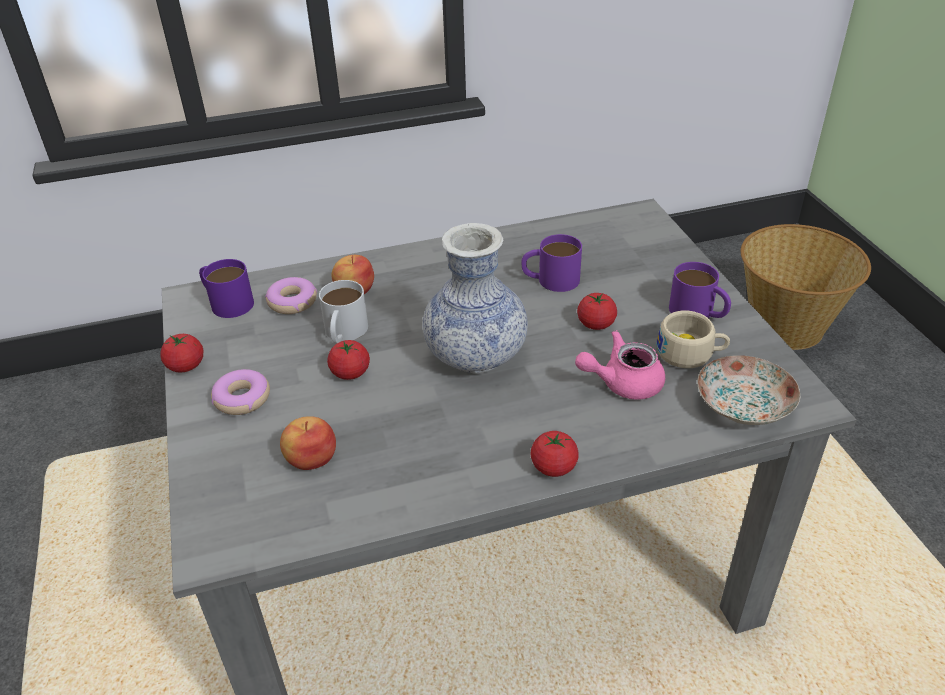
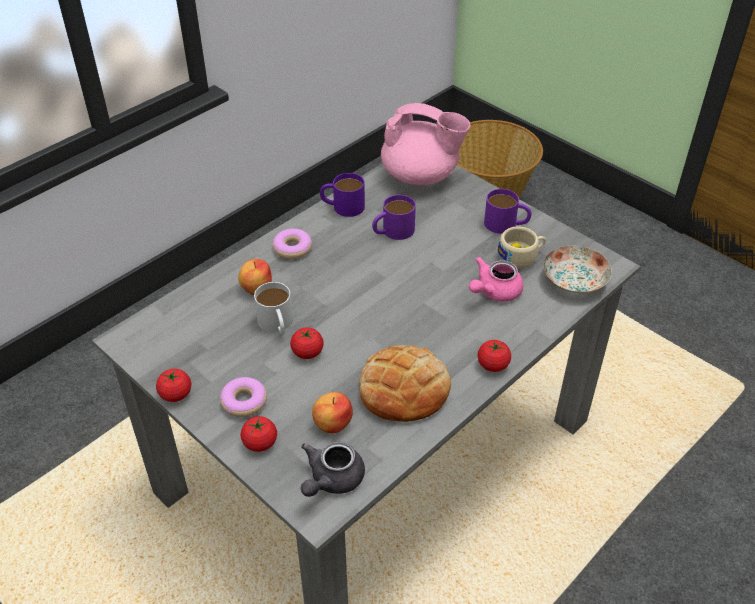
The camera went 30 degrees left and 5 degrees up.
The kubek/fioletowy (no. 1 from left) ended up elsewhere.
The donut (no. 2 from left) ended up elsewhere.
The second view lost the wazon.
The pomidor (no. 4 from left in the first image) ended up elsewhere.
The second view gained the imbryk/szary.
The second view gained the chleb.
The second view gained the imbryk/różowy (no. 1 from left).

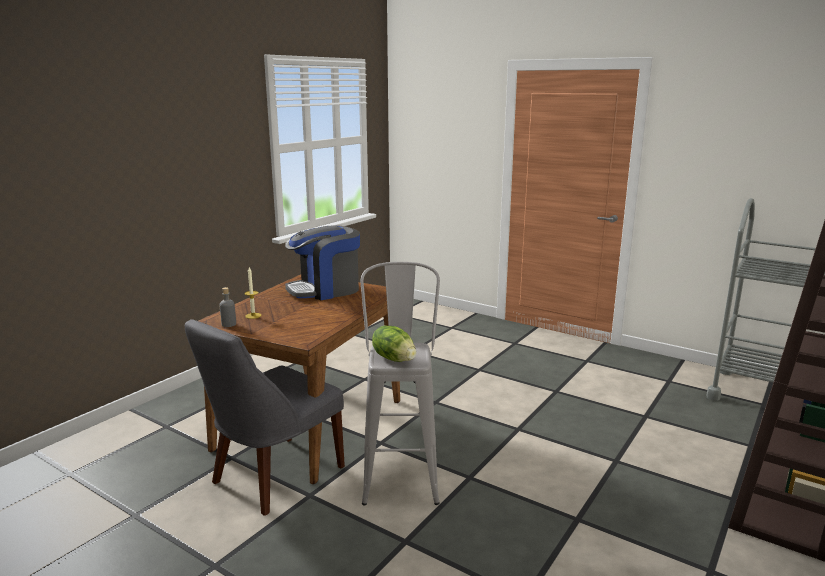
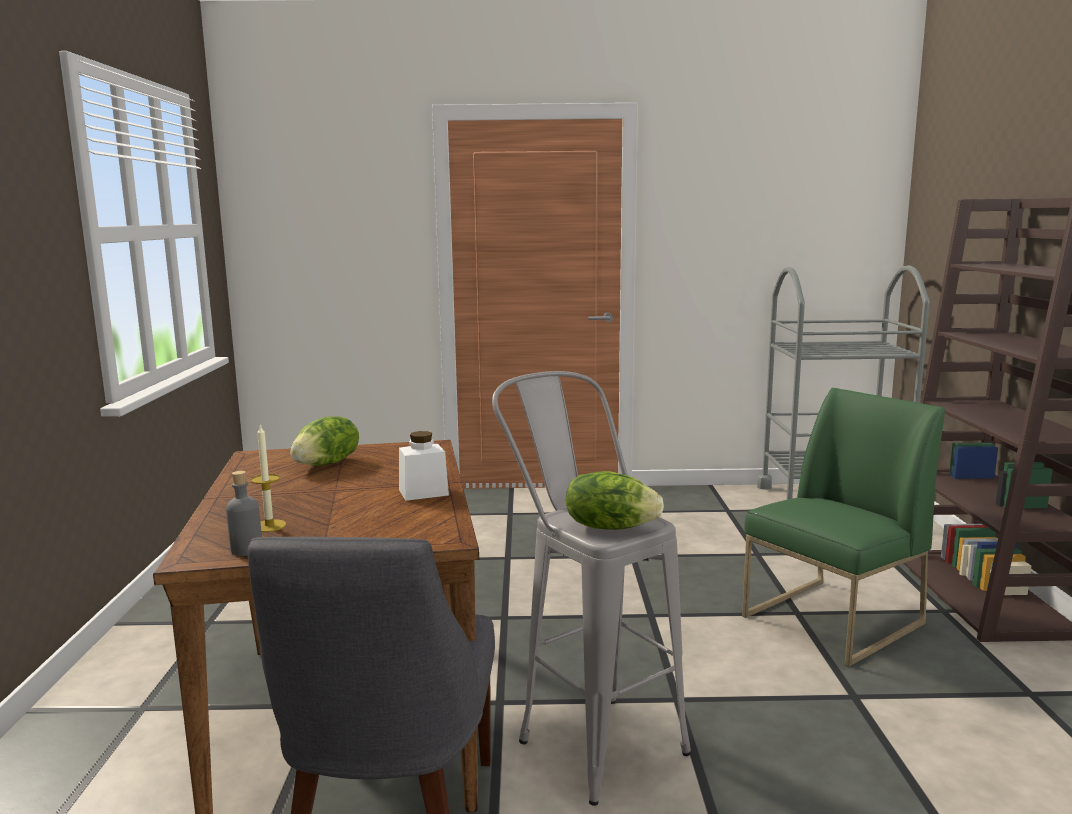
The camera went 35 degrees left and 5 degrees down.
Where the ekspres do kawy stood, the sałata (no. 1 from left) came to stand.
The second view gained the słoik/biały.
The second view gained the krzesło/zielony.

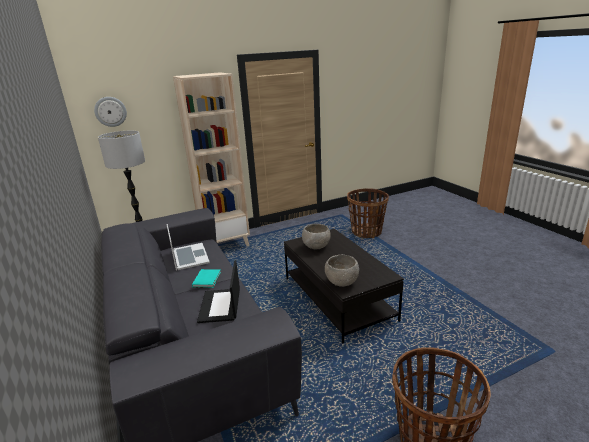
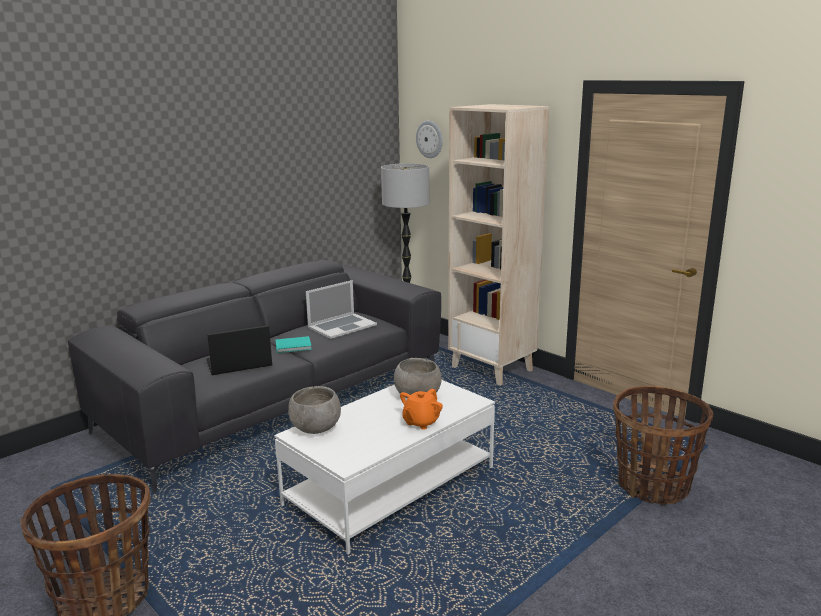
The camera went 70 degrees right and 5 degrees down.
What was the ława/czarny turned into the ława/biały.
The second view gained the imbryk/pomarańczowy.

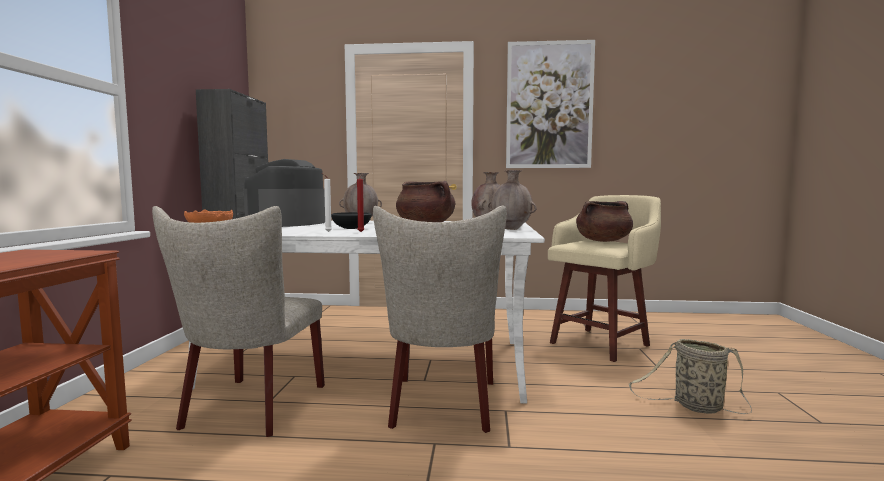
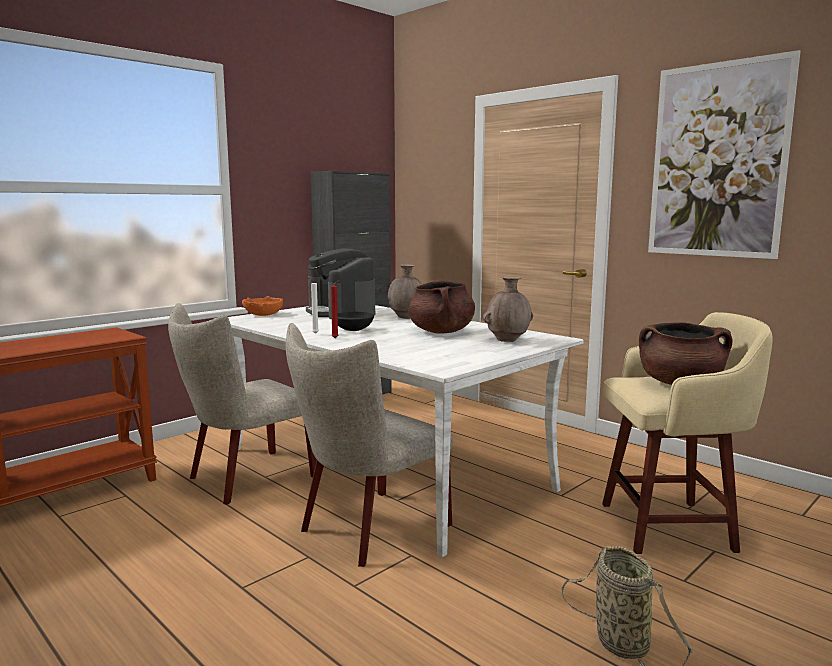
The camera went 40 degrees right and 5 degrees up.
The ekspres do kawy ended up facing another way, 90 degrees counterclockwise from before.
The second view lost the wazon/brązowy (no. 3 from left).

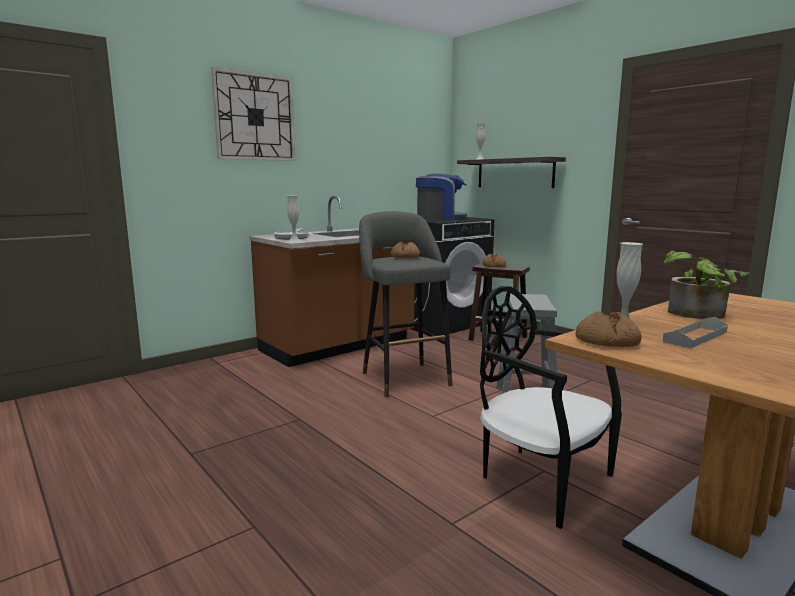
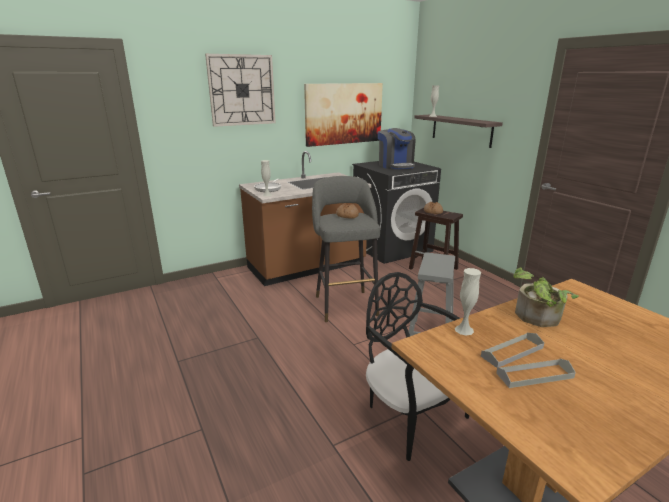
The camera went 10 degrees right and 10 degrees up.
The ekspres do kawy ended up facing another way, 60 degrees clockwise from before.
The second view lost the chleb (no. 3 from left).
The second view gained the obraz.
The second view gained the taca/szary (no. 2 from left).

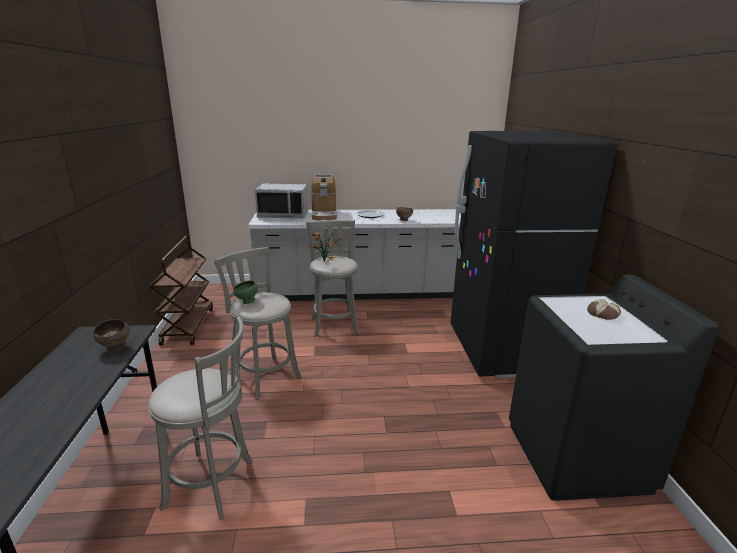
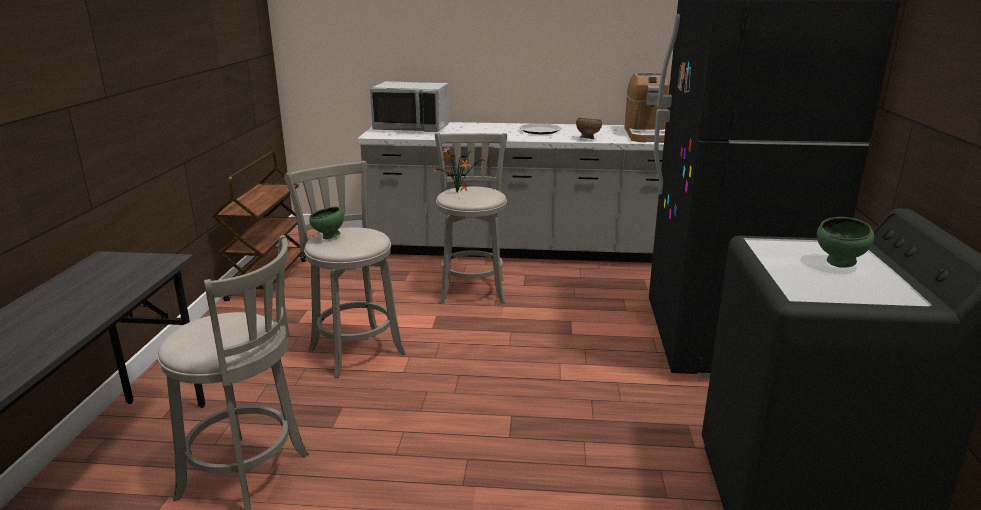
The camera went 10 degrees right and 0 degrees up.
The second view lost the miska/brązowy (no. 1 from left).
The ekspres do kawy ended up elsewhere.
Where the chleb stood, the miska/zielony (no. 2 from left) came to stand.

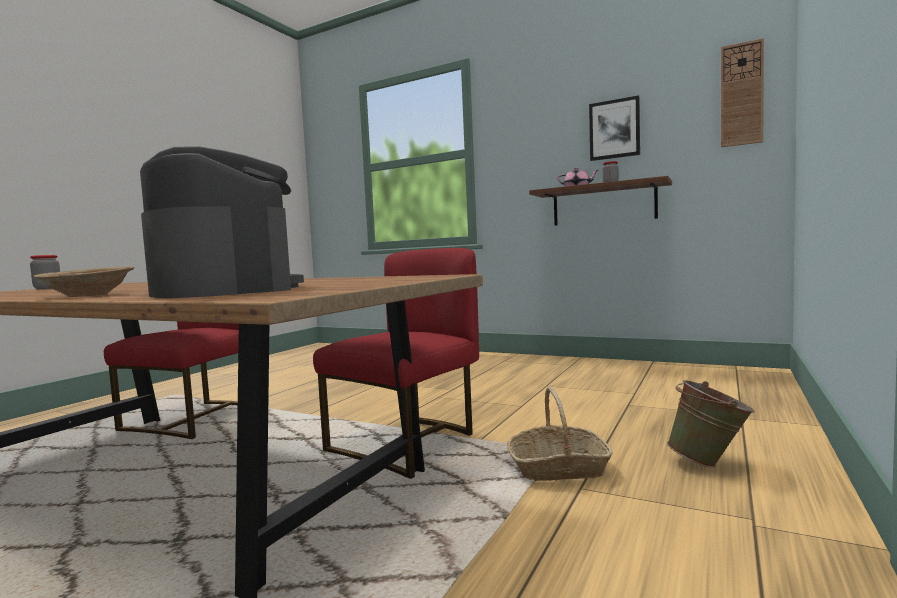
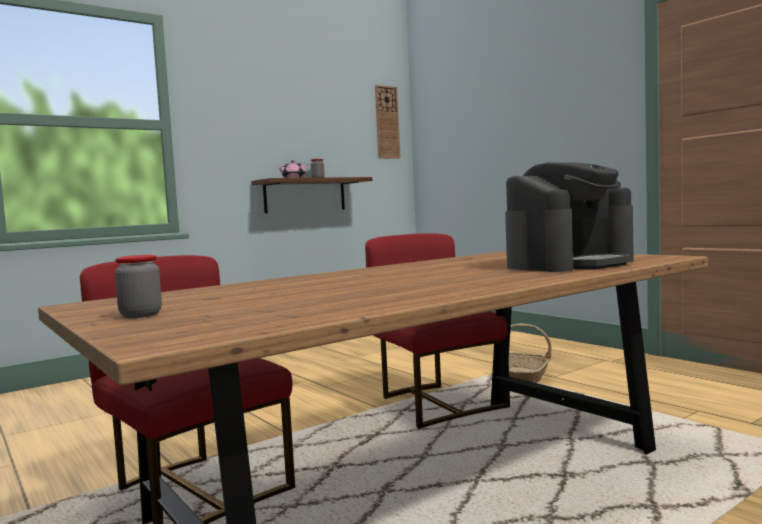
The camera went 65 degrees left and 0 degrees up.
The second view lost the miska/brązowy.
The ekspres do kawy ended up facing another way, 150 degrees clockwise from before.
The second view lost the obraz.
The second view lost the wiadro/zielony.

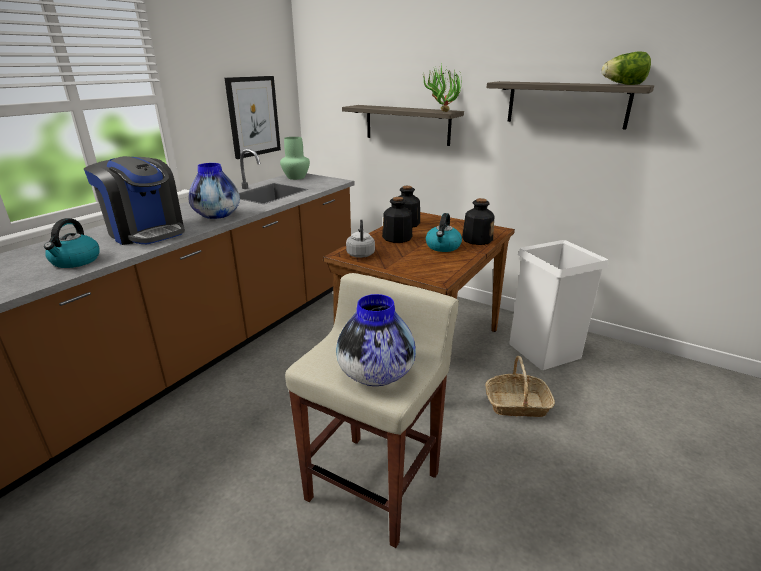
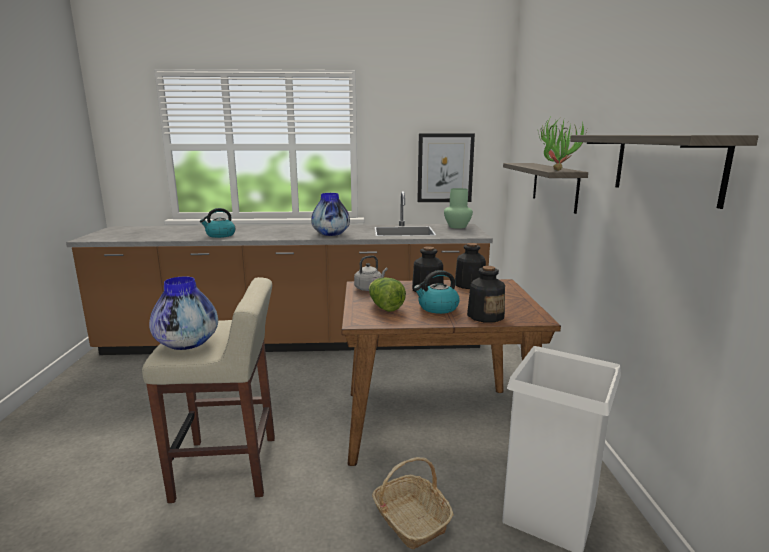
The camera went 55 degrees right and 10 degrees down.
The second view lost the ekspres do kawy.
The sałata ended up elsewhere.

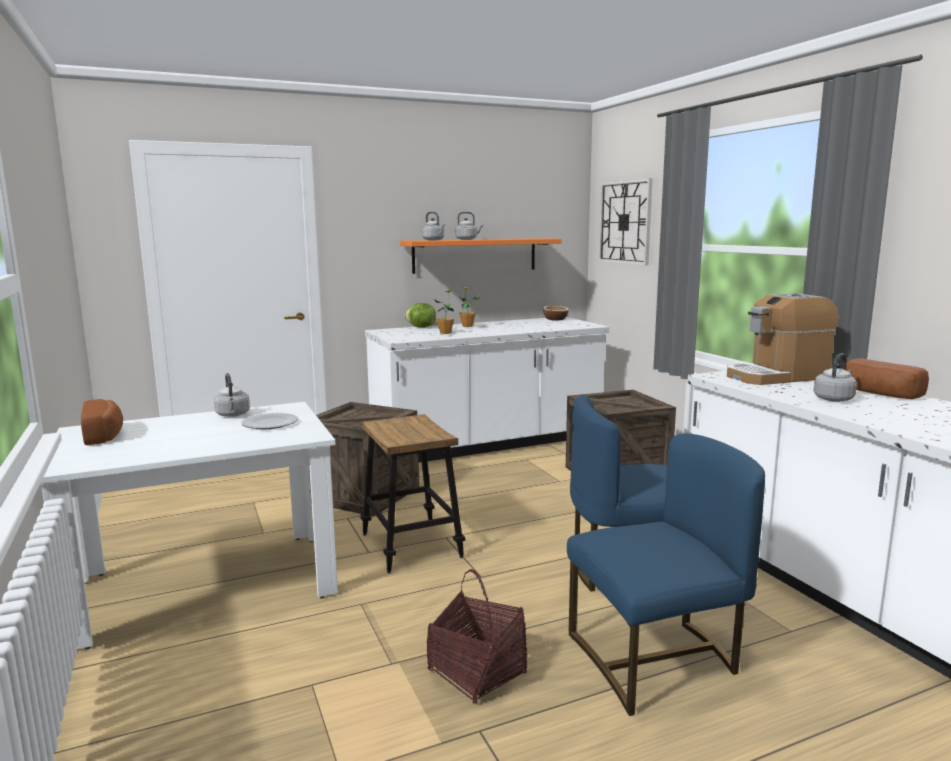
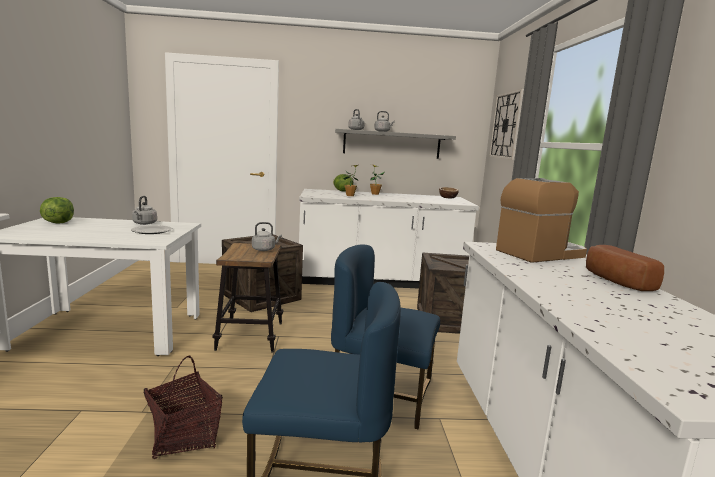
The camera went 20 degrees right and 0 degrees up.
Where the chleb (no. 1 from left) stood, the sałata (no. 1 from left) came to stand.
What was the półka/pomarańczowy turned into the półka/szary.
The ekspres do kawy ended up facing another way, 150 degrees clockwise from before.
The czajnik/szary (no. 4 from left in the first image) ended up elsewhere.

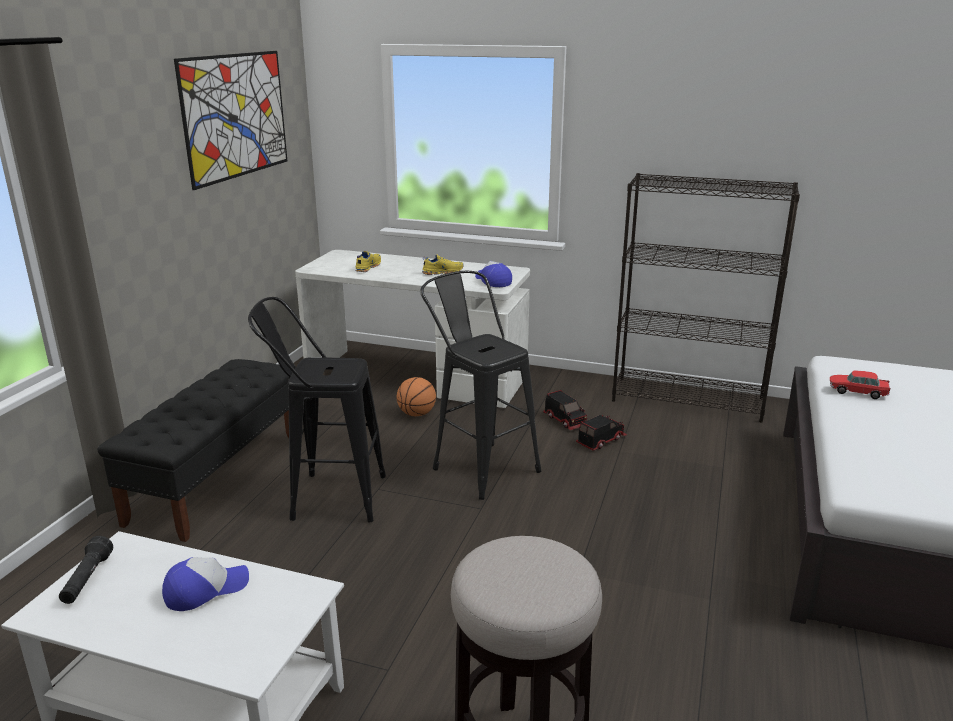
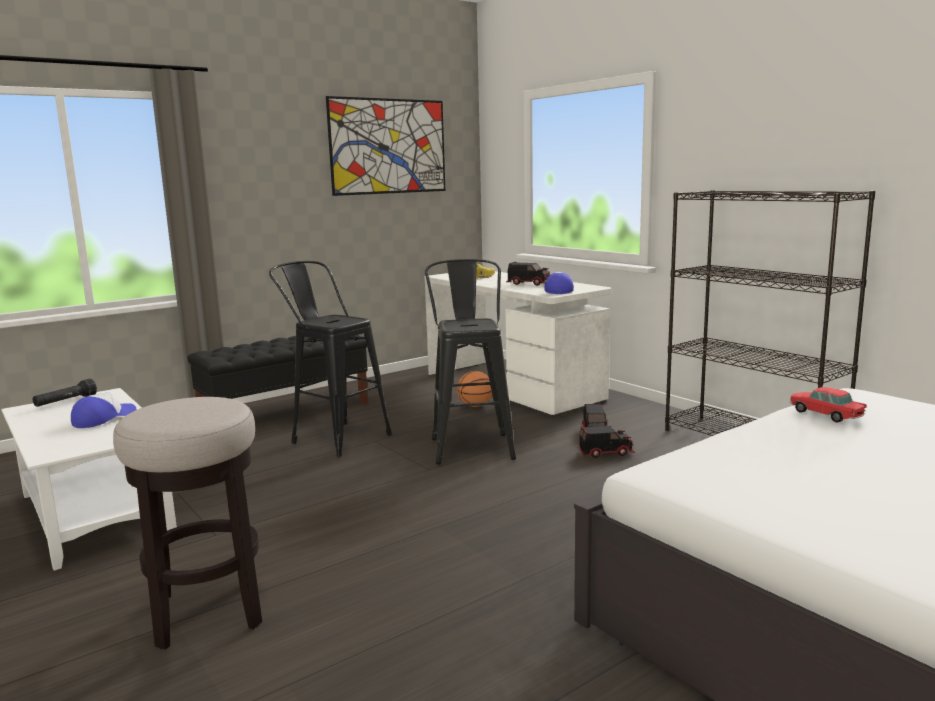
The camera went 35 degrees right and 10 degrees down.
The czapka z daszkiem (no. 1 from left) ended up facing another way, 60 degrees counterclockwise from before.
Where the but/żółty (no. 2 from left) stood, the ciężarówka zabawkowa (no. 1 from left) came to stand.

